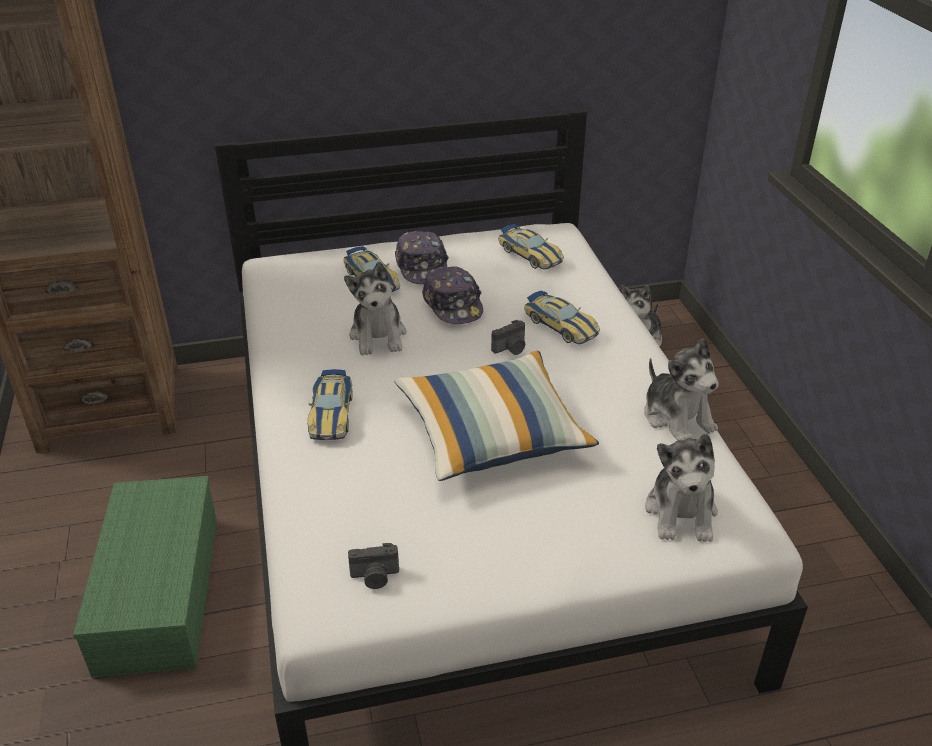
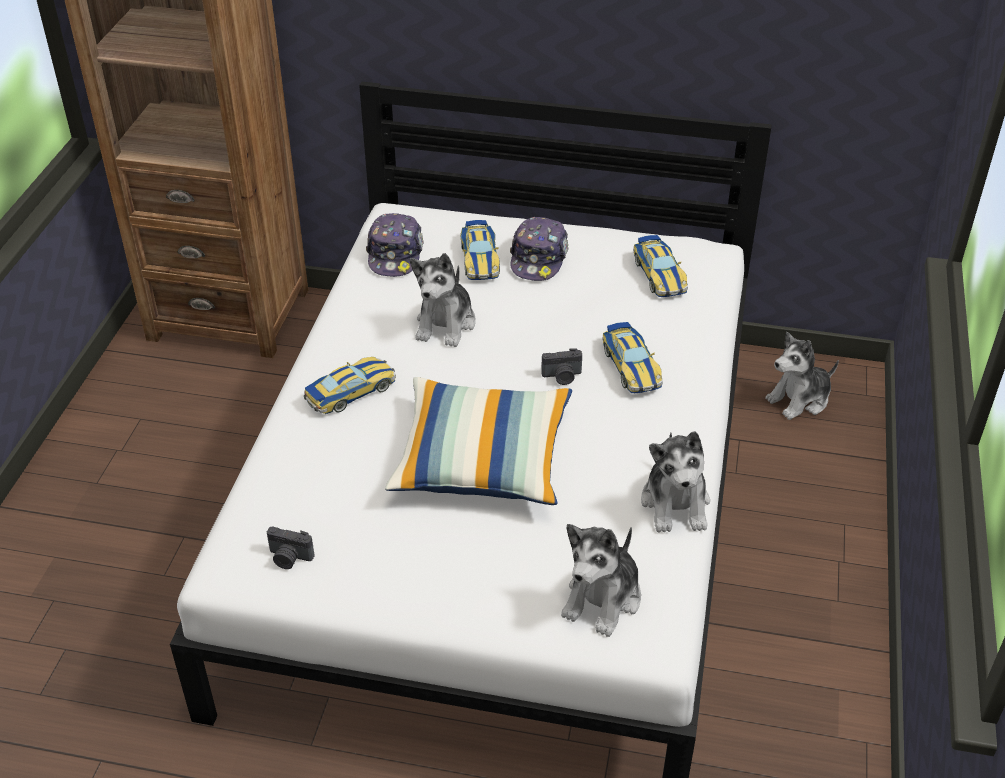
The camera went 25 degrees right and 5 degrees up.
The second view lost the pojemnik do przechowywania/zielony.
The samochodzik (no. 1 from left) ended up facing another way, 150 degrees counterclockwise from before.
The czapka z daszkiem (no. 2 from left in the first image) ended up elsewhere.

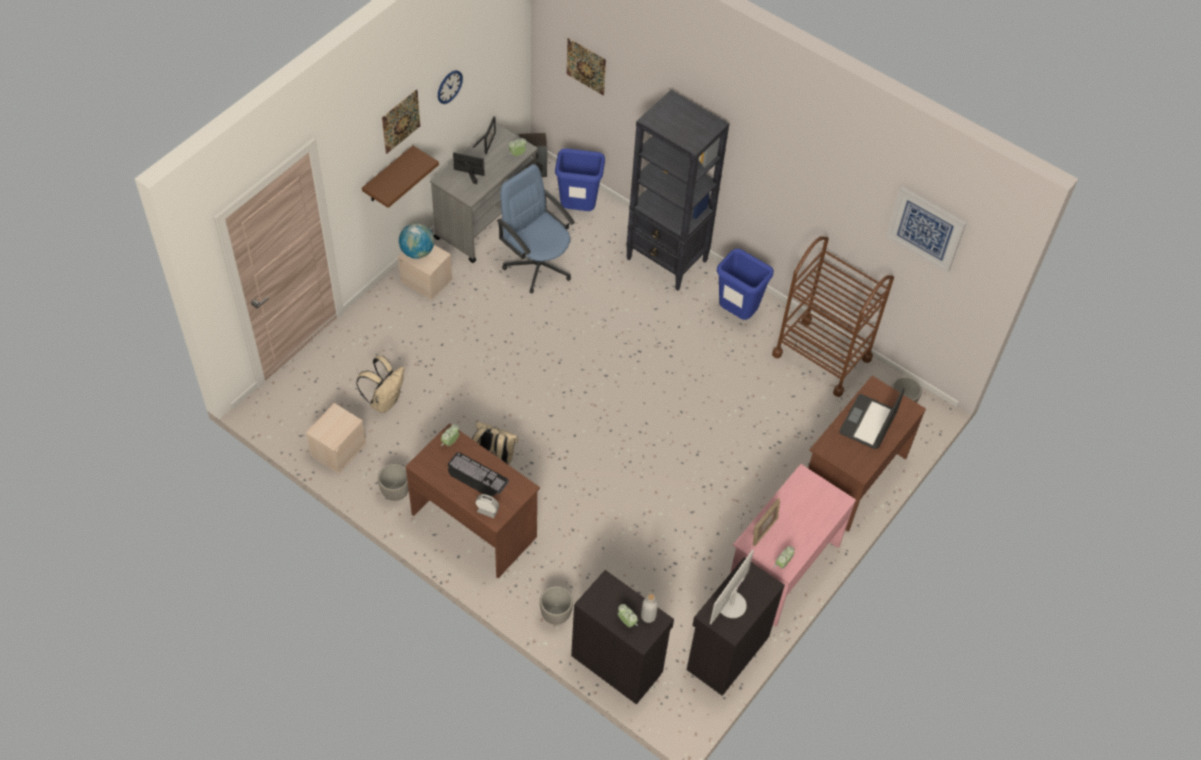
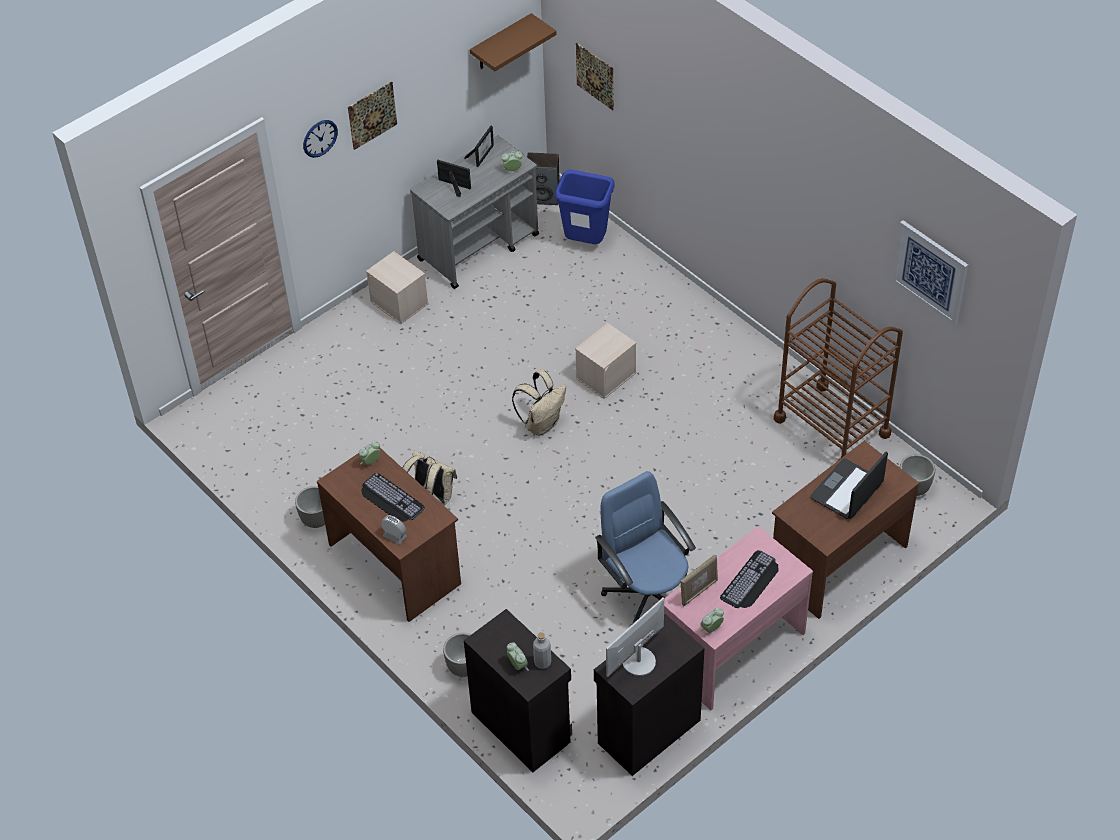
The camera went 15 degrees right and 5 degrees down.
The pojemnik do przechowywania/beżowy (no. 1 from left in the first image) ended up elsewhere.
The plecak/beżowy (no. 1 from left in the first image) ended up elsewhere.
The półka/brązowy ended up elsewhere.
The second view lost the globus.
The zegar ścienny ended up elsewhere.
The krzesło biurowe/niebieski ended up elsewhere.
The second view lost the regał/czarny.
The second view lost the kosz na śmieci/niebieski (no. 2 from left).
The second view gained the klawiatura (no. 2 from left).

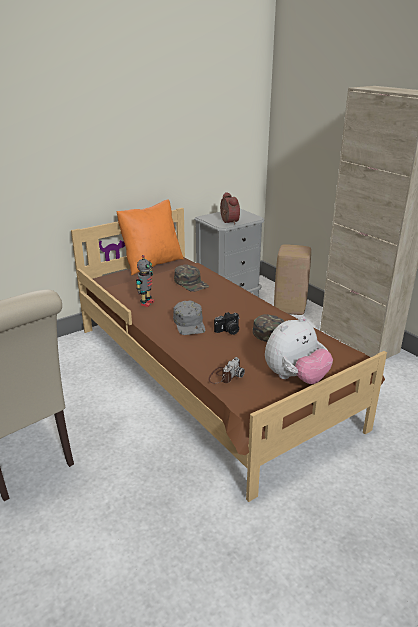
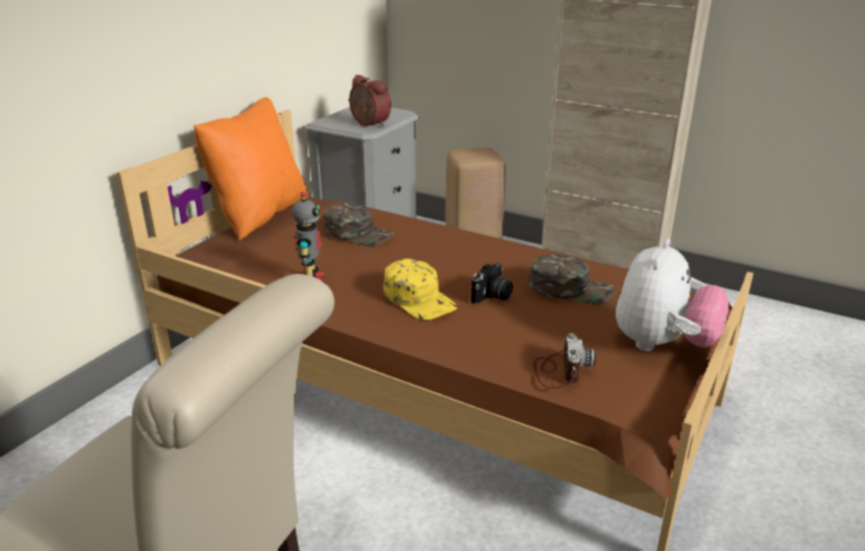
The camera went 25 degrees left and 0 degrees up.
What was the czapka z daszkiem/szary turned into the czapka z daszkiem/żółty.

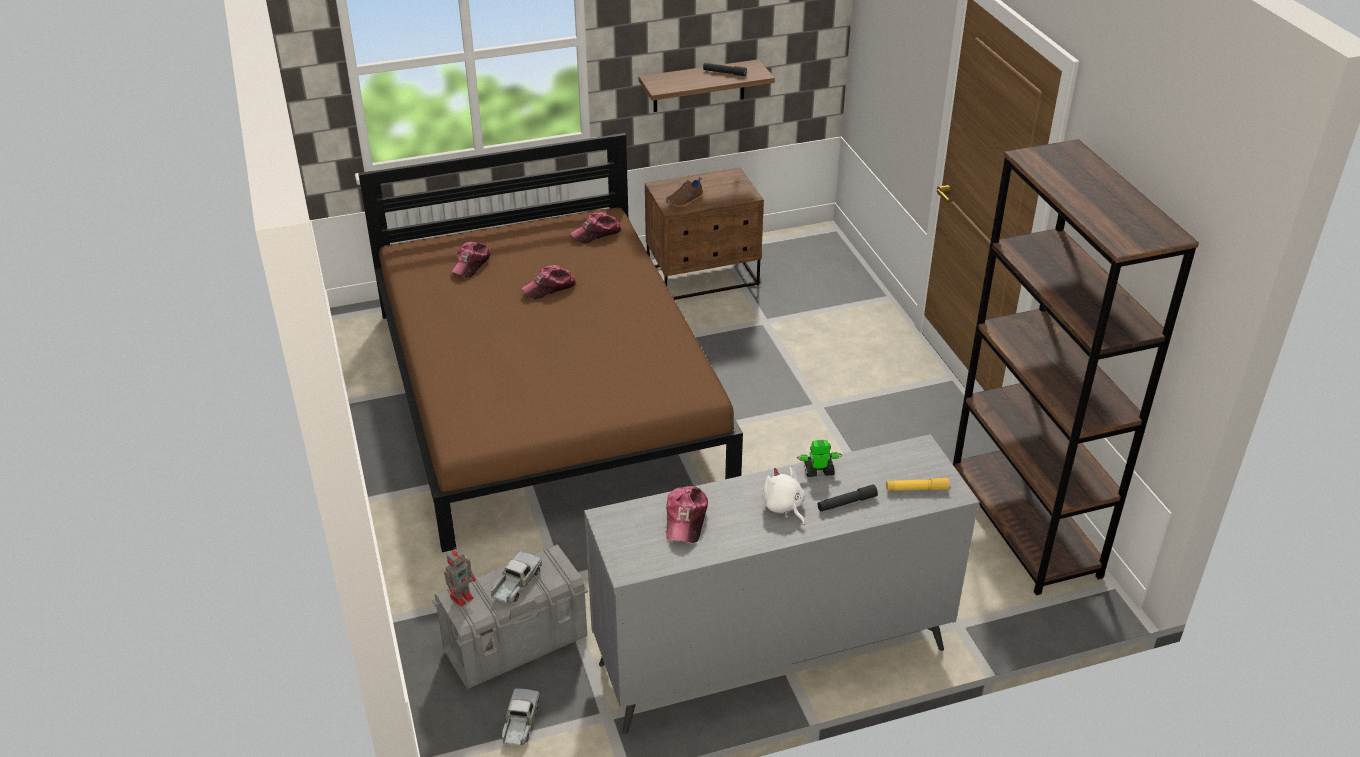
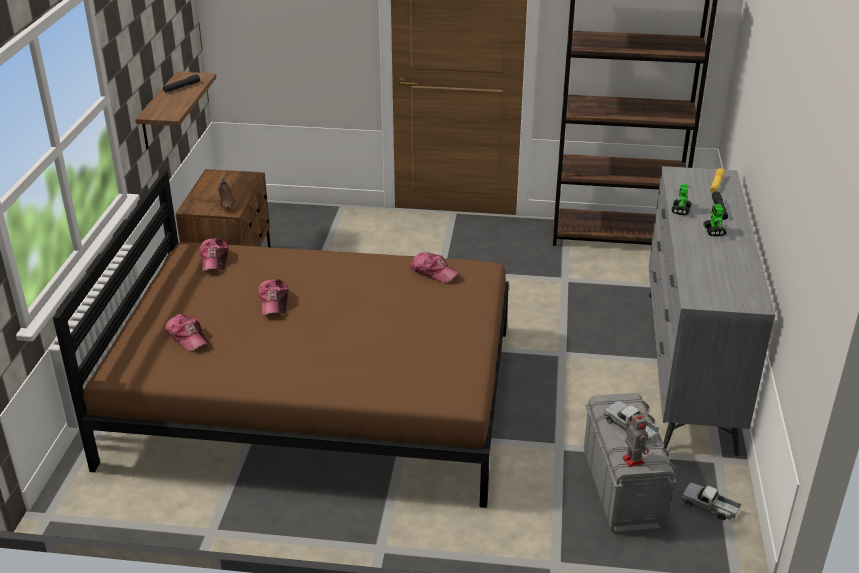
The camera went 65 degrees left and 5 degrees down.
The czapka z daszkiem (no. 4 from left) ended up elsewhere.
Where the pluszak/biały stood, the robot zabawkowy (no. 3 from left) came to stand.

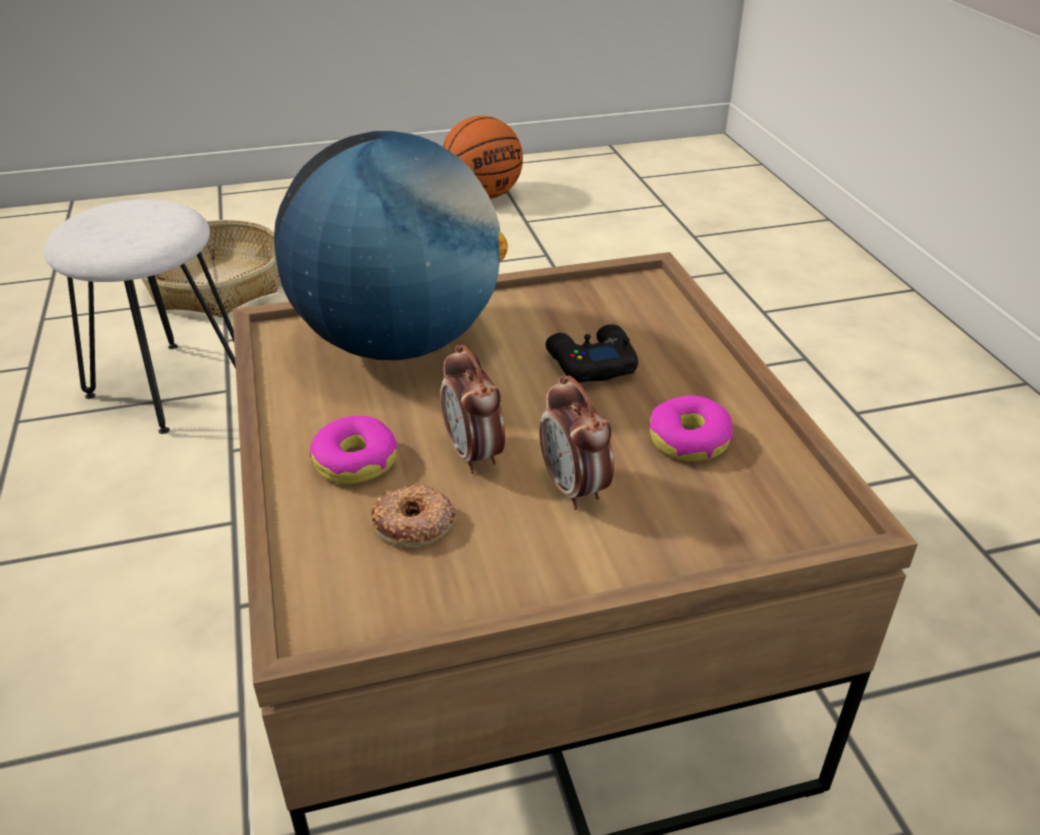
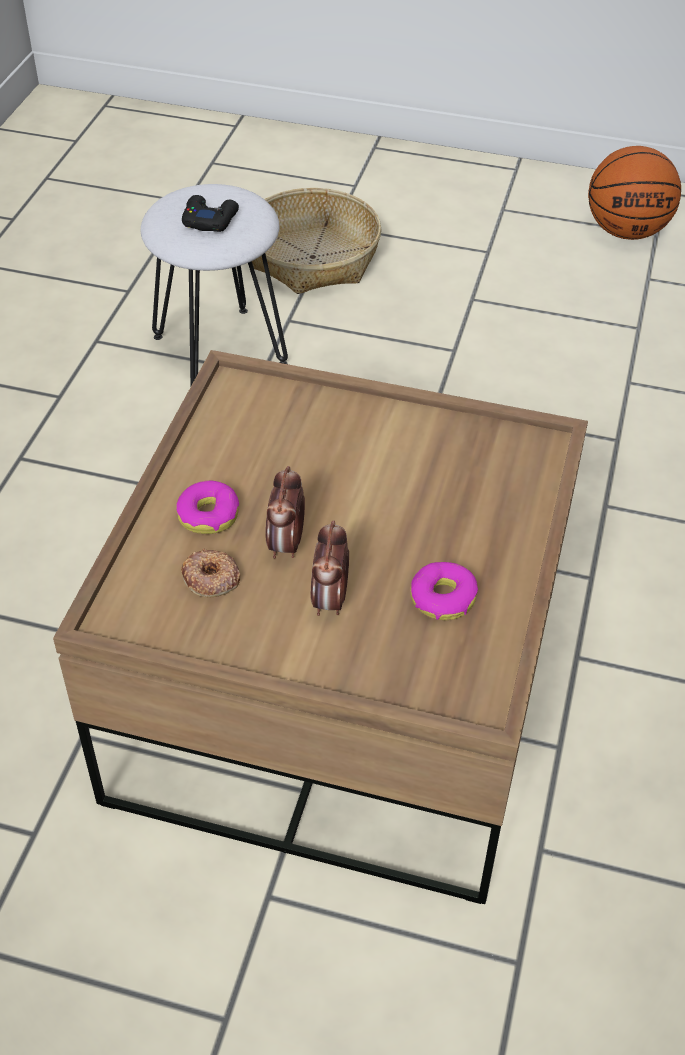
The camera went 30 degrees right and 10 degrees up.
The second view lost the globus.
The pad do gier/czarny ended up elsewhere.

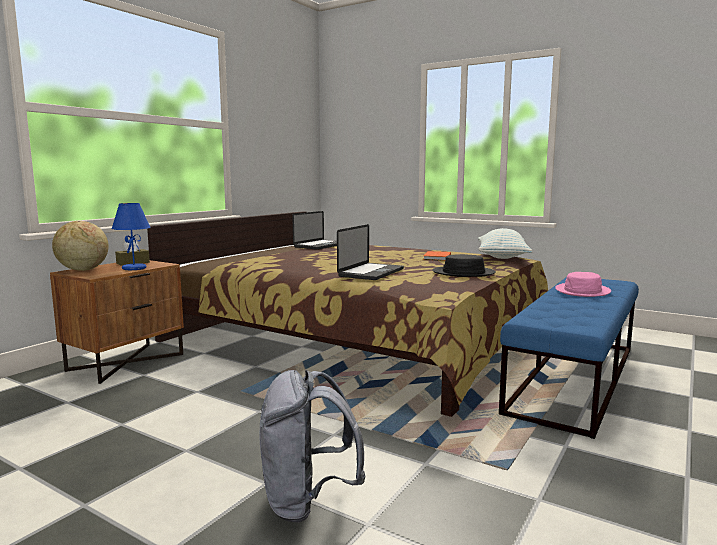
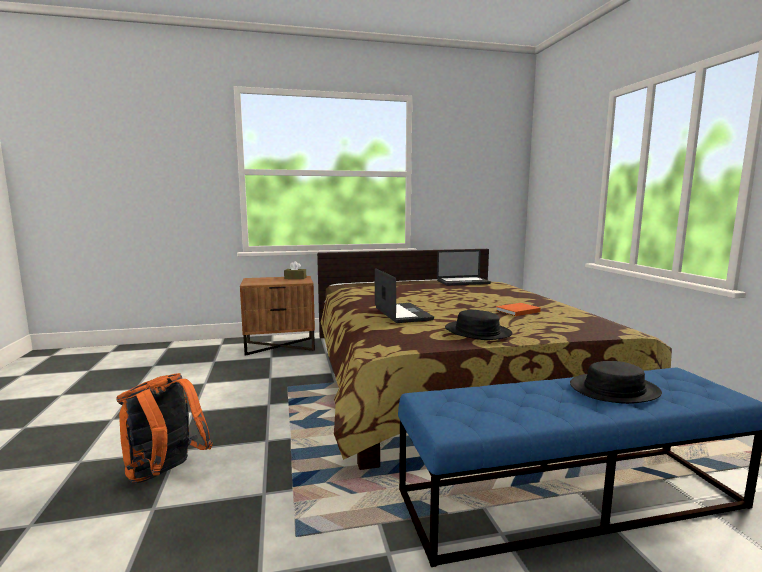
The camera went 45 degrees right and 0 degrees up.
The second view lost the globus.
The second view lost the lampa stołowa/niebieski.
What was the plecak/szary turned into the plecak/pomarańczowy.
The laptop (no. 2 from left in the first image) ended up facing another way, 90 degrees counterclockwise from before.
The second view lost the poduszka.
What was the kapelusz/różowy turned into the kapelusz/czarny (no. 2 from left).

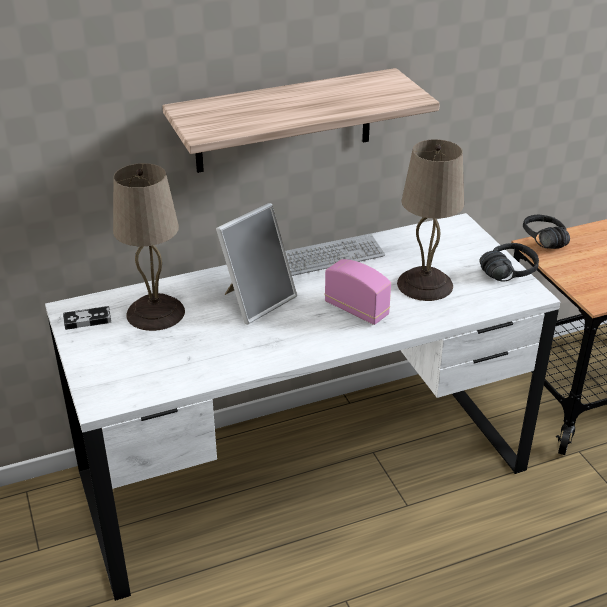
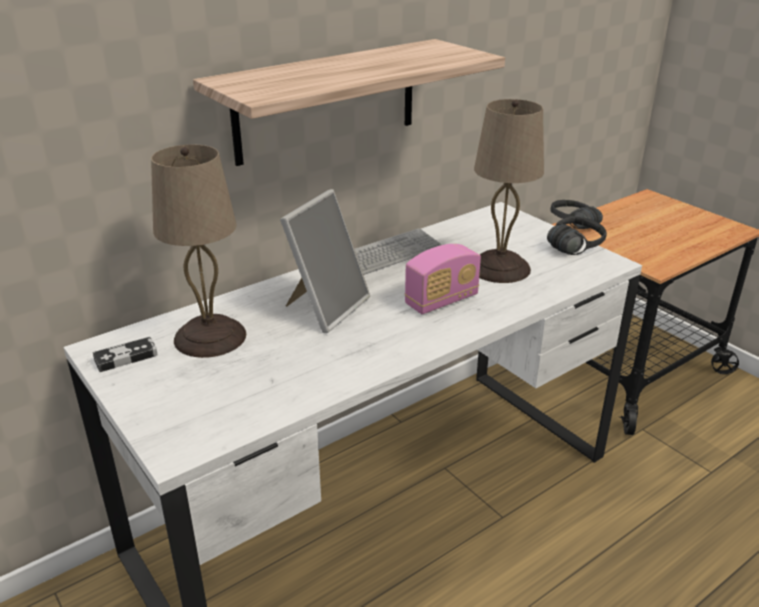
The camera went 15 degrees left and 5 degrees down.
The radio ended up facing another way, 120 degrees clockwise from before.

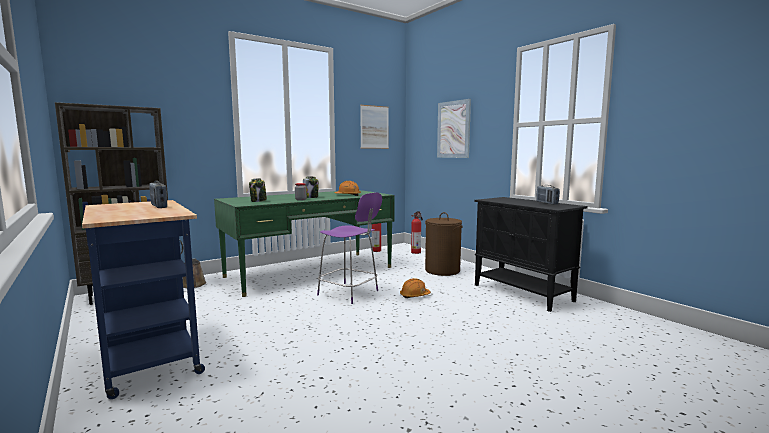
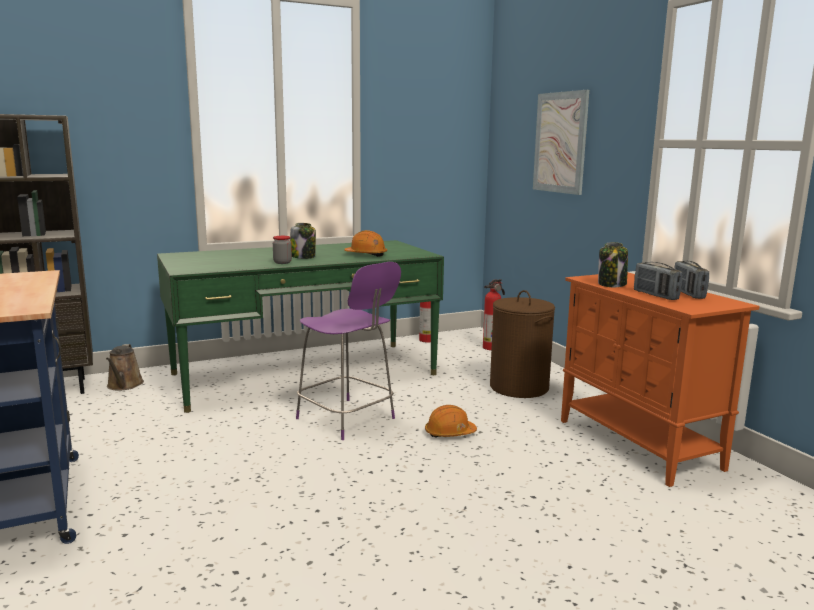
The camera went 10 degrees right and 5 degrees up.
The radio (no. 1 from left) ended up elsewhere.
The słoik (no. 1 from left in the first image) ended up elsewhere.
The second view lost the obraz (no. 1 from left).
What was the szafka/czarny turned into the szafka/pomarańczowy.

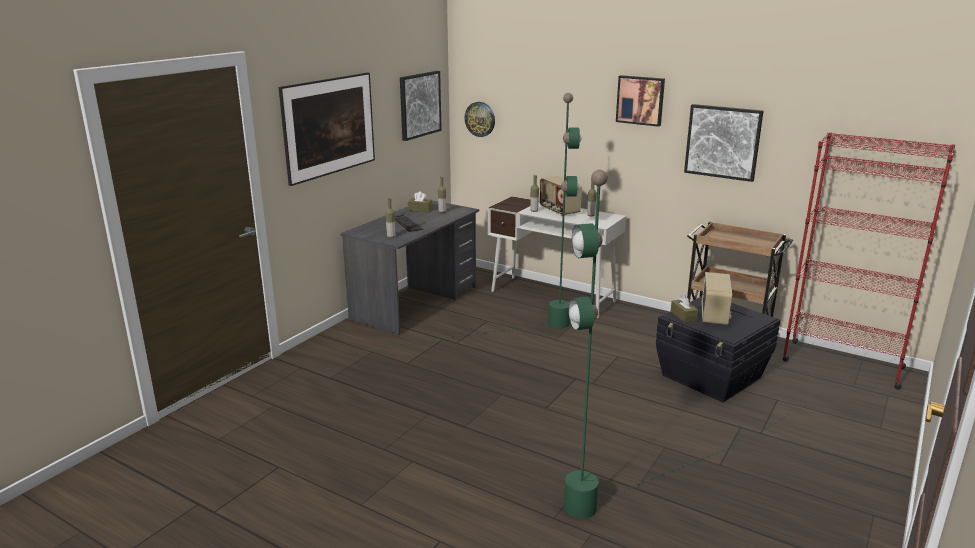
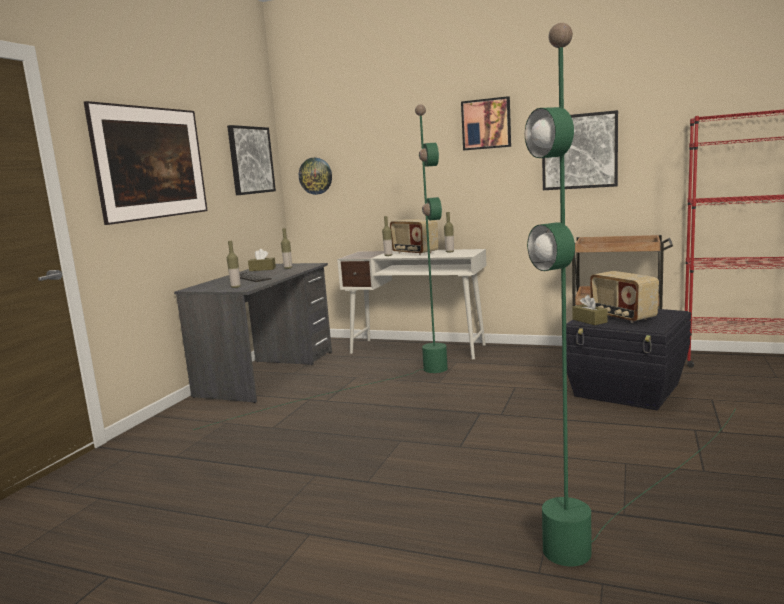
The camera went 10 degrees left and 10 degrees down.
The radio (no. 2 from left) ended up facing another way, 150 degrees clockwise from before.

